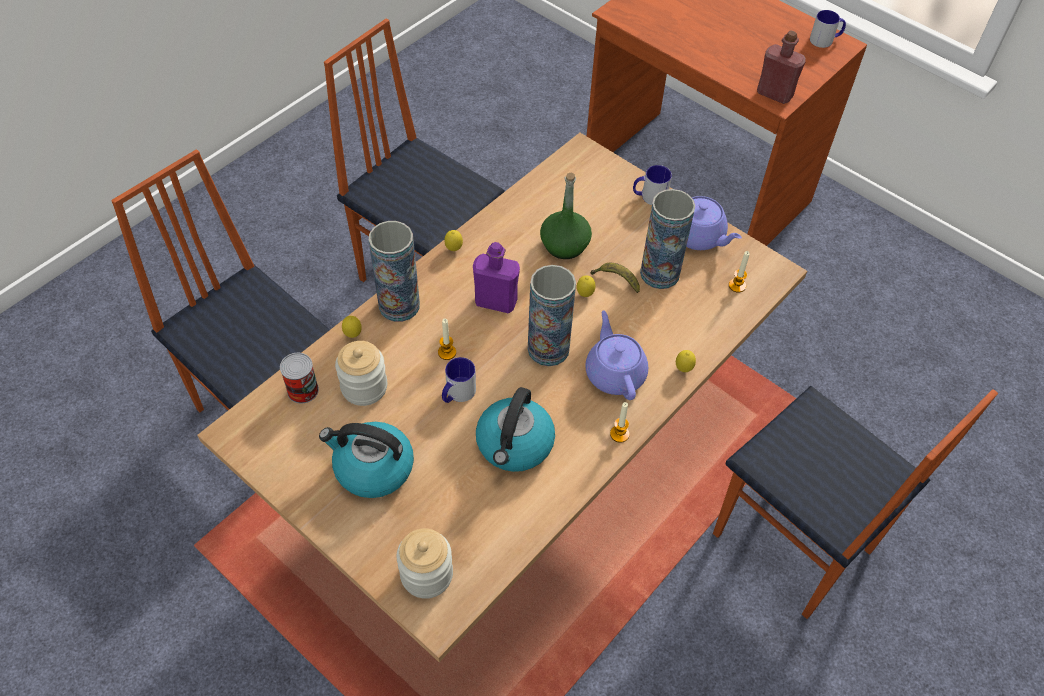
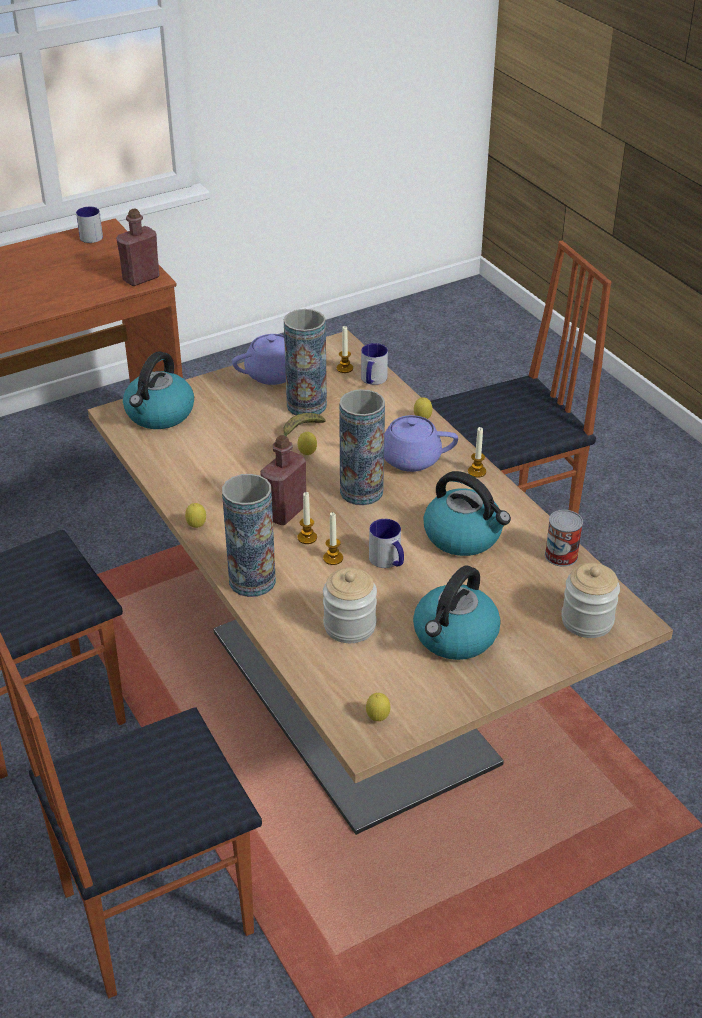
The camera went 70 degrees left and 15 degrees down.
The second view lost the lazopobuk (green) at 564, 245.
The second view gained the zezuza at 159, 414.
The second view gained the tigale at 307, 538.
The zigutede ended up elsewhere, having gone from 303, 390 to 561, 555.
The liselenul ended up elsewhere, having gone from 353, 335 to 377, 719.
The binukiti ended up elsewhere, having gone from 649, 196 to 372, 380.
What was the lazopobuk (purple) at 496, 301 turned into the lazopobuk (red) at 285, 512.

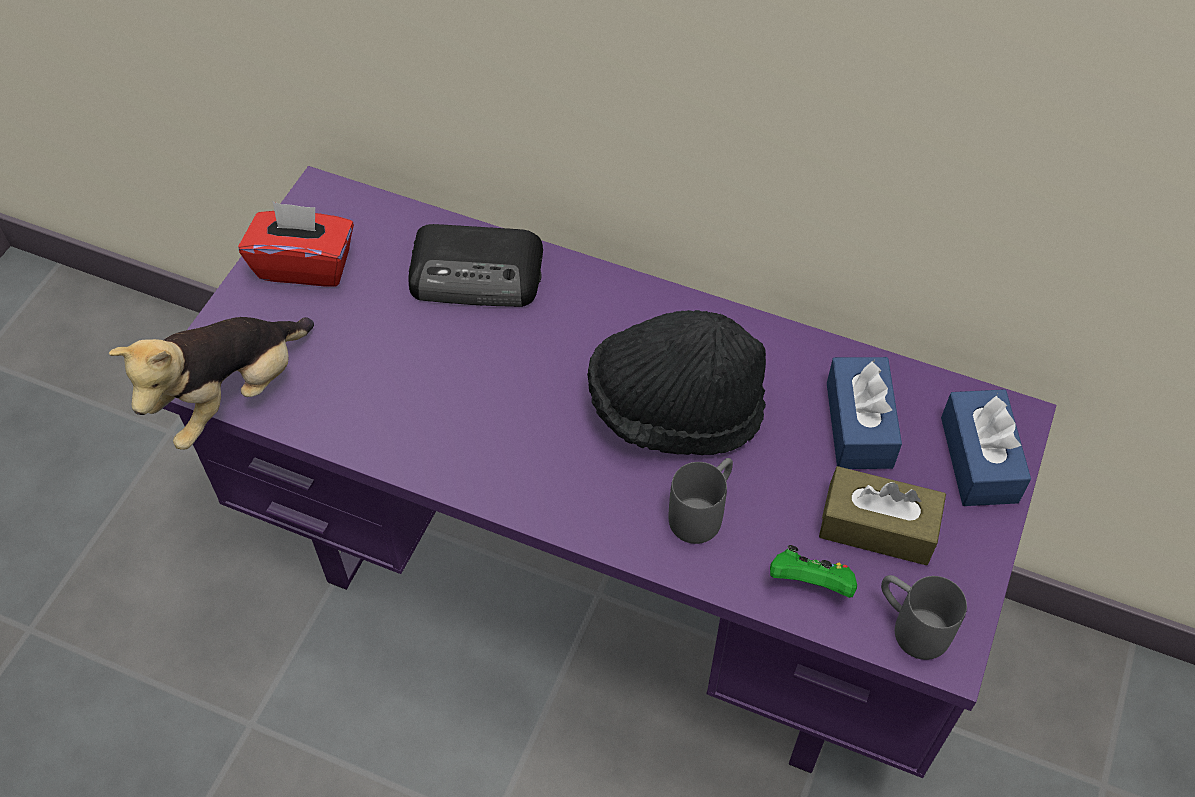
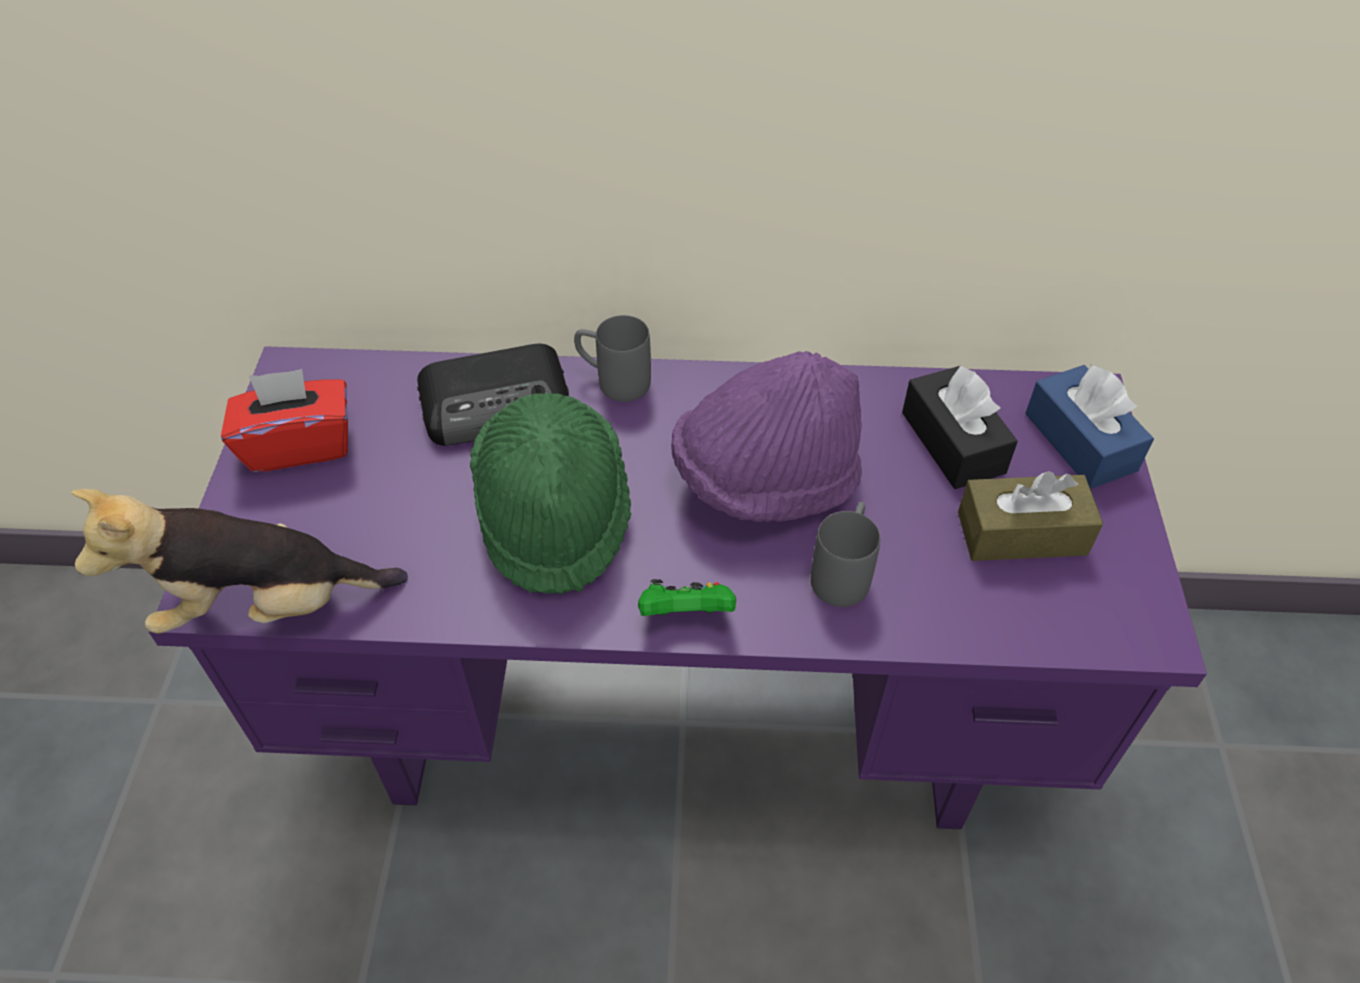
The camera went 20 degrees left and 5 degrees down.
The second view gained the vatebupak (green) at 553, 515.
The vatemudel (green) ended up elsewhere, having gone from 810, 583 to 686, 614.
The binukiti (grey) ended up elsewhere, having gone from 910, 626 to 613, 380.
What was the vatebupak (black) at 674, 410 turned into the vatebupak (purple) at 765, 479.
What was the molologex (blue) at 859, 425 turned into the molologex (black) at 953, 442.
The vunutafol at 232, 397 ended up facing another way, 60 degrees clockwise from before.

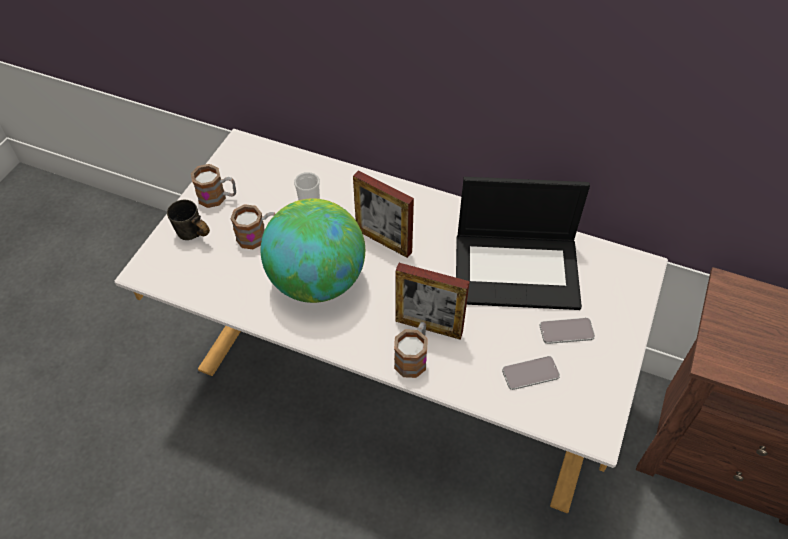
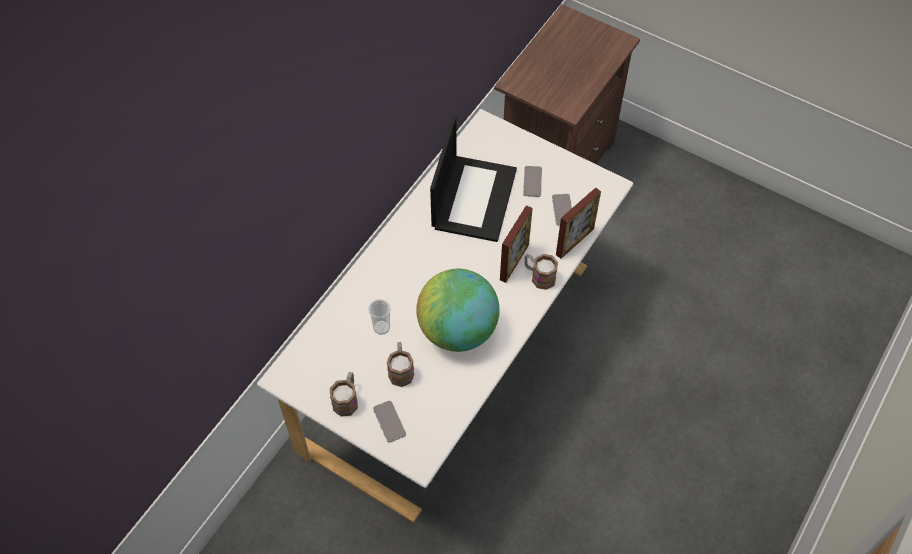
The camera went 80 degrees left and 5 degrees up.
The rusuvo ended up elsewhere, having gone from 383, 241 to 575, 241.
Where the binukiti (grey) stood at 192, 236, the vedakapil came to stand at 389, 421.

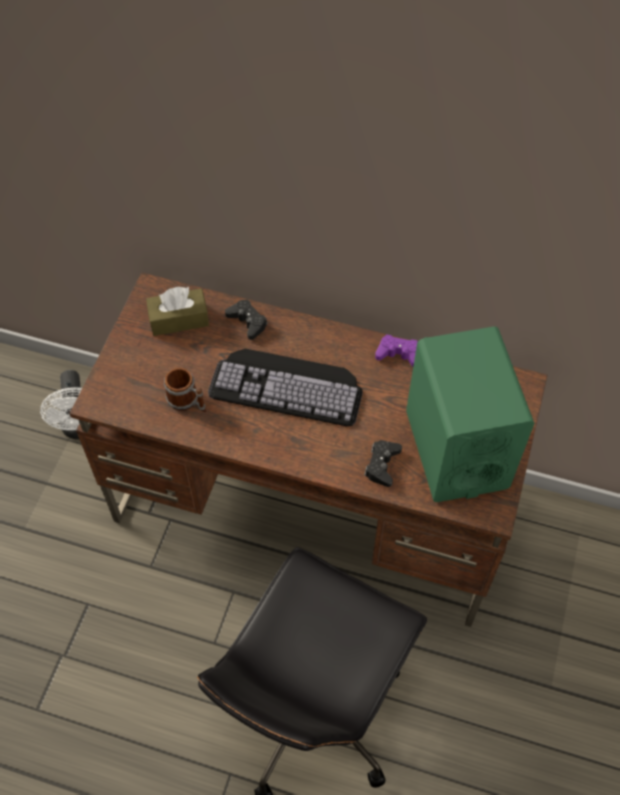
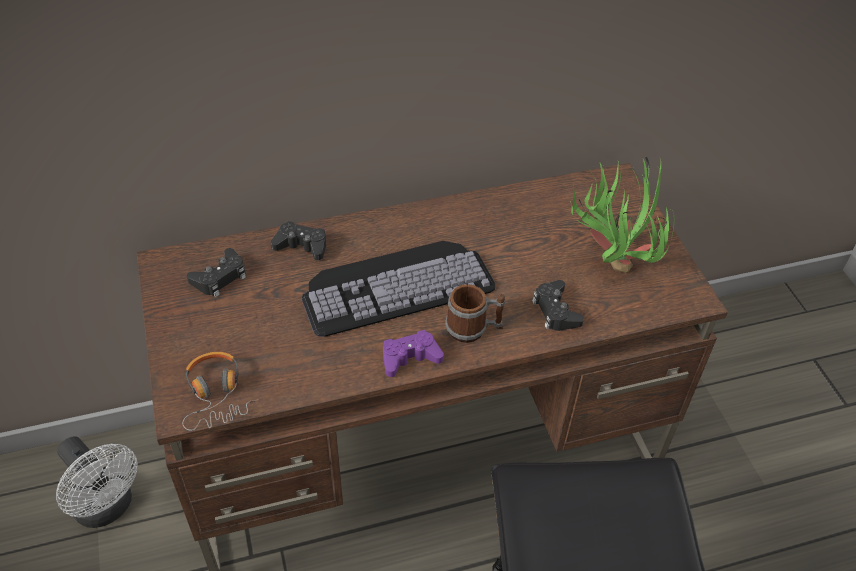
The camera went 35 degrees left and 10 degrees down.
The second view gained the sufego at 217, 395.
The binukiti ended up elsewhere, having gone from 187, 402 to 474, 328.
The vatemudel (purple) ended up elsewhere, having gone from 398, 354 to 410, 358.
Where the molologex (brown) stood at 179, 319, the vatemudel (black) came to stand at 220, 277.
Where the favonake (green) stood at 456, 449, the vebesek came to stand at 610, 261.

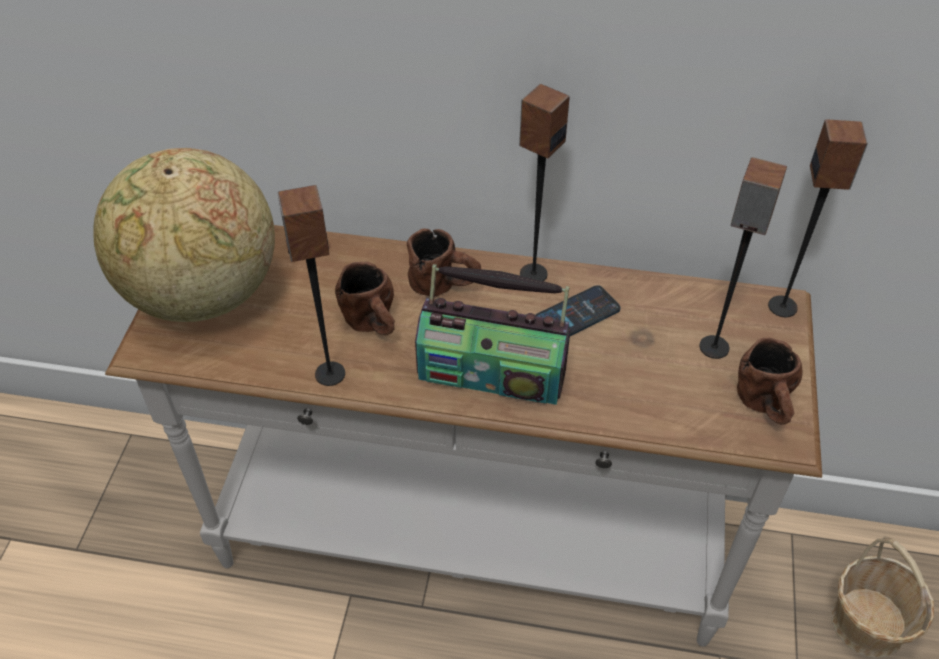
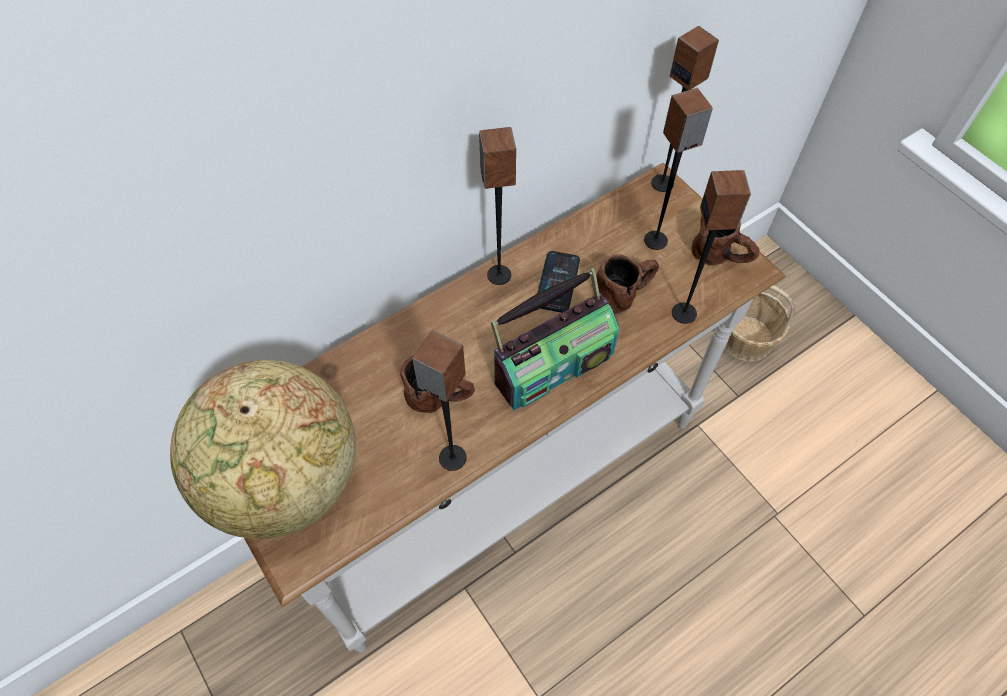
The camera went 45 degrees left and 10 degrees up.
The second view gained the favonake at 684, 313.
The binukiti (brown) ended up elsewhere, having gone from 445, 285 to 625, 294.

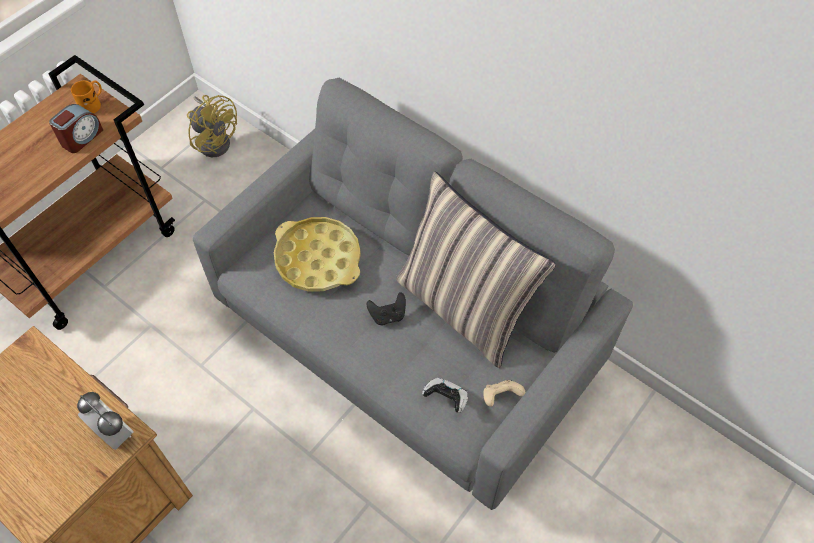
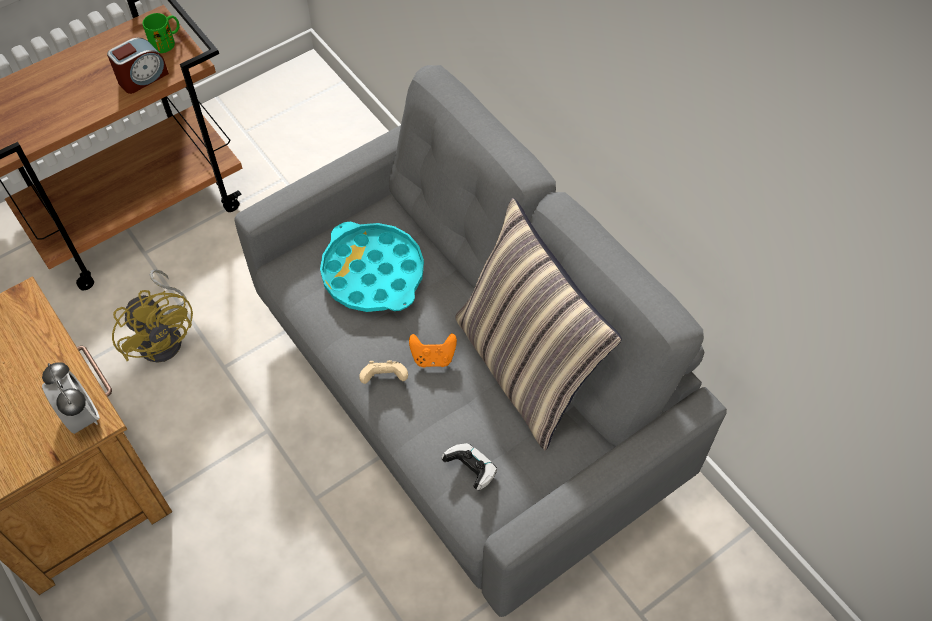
The camera went 15 degrees right and 0 degrees up.
The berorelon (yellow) ended up elsewhere, having gone from 215, 140 to 165, 336.
The vatemudel (beige) ended up elsewhere, having gone from 500, 397 to 384, 379.
What was the binukiti (orange) at 93, 103 turned into the binukiti (green) at 167, 41.
What was the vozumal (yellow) at 318, 259 turned into the vozumal (turquoise) at 373, 273.
What was the vatemudel (black) at 388, 315 turned into the vatemudel (orange) at 433, 357.

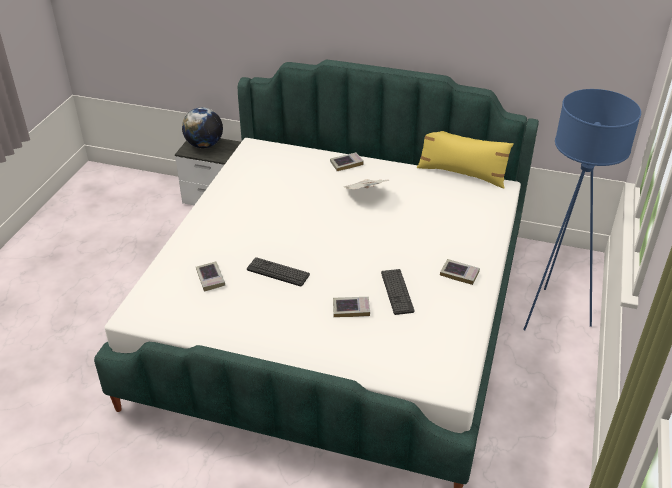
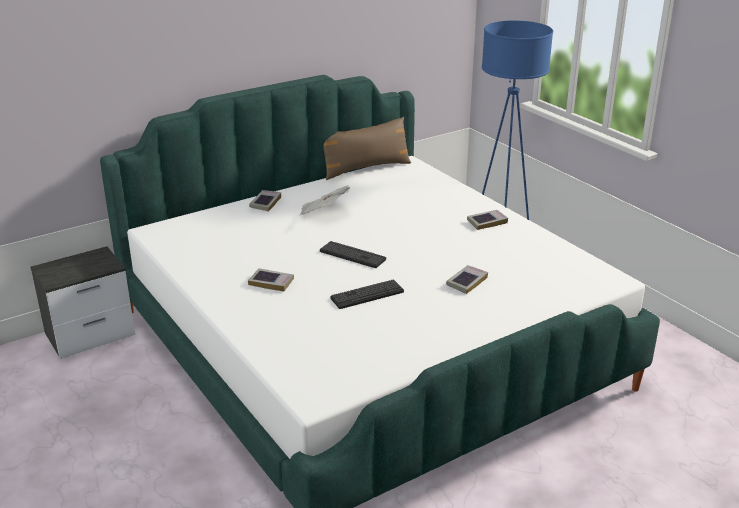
The camera went 50 degrees left and 10 degrees down.
The second view lost the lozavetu at 204, 145.
The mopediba ended up elsewhere, having gone from 210, 278 to 271, 282.
The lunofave ended up elsewhere, having gone from 397, 292 to 352, 255.
What was the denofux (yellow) at 462, 174 turned into the denofux (brown) at 366, 168.

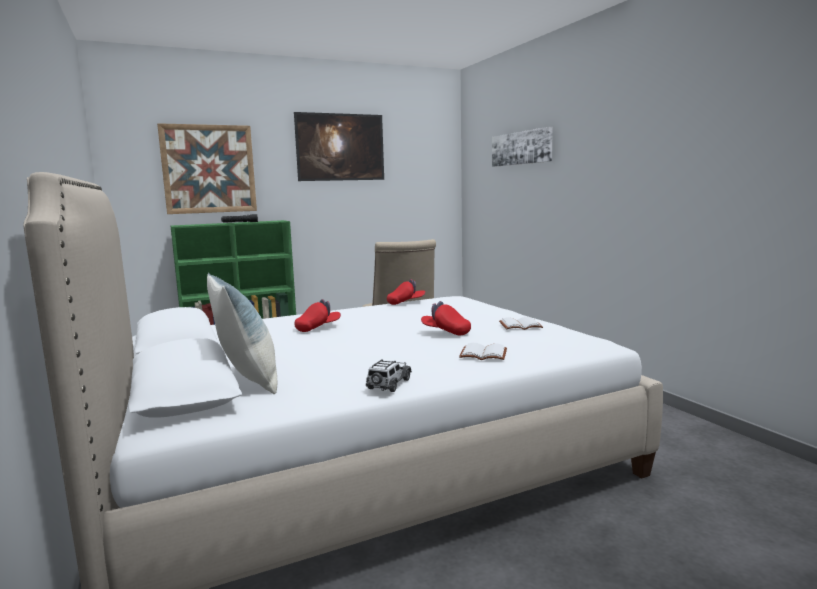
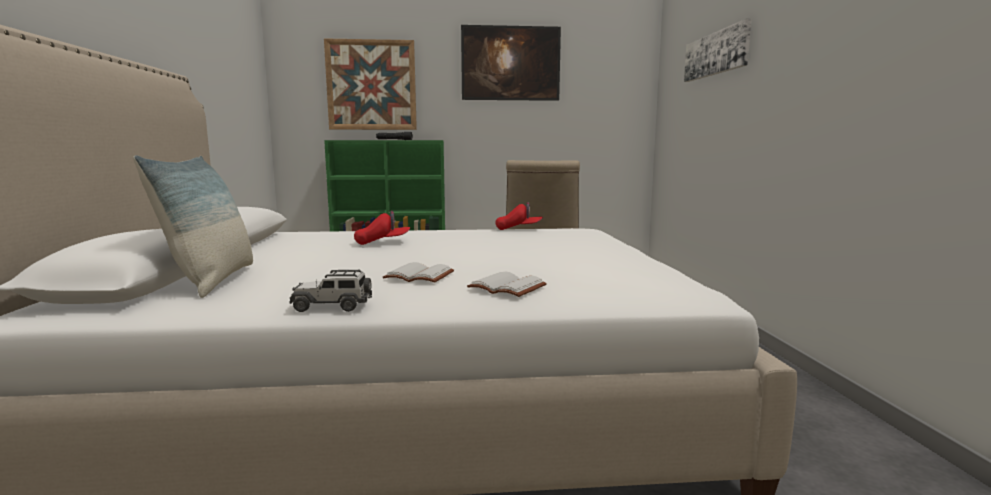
The camera went 20 degrees right and 0 degrees up.
The second view lost the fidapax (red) at 446, 332.
The mopediba (white) ended up elsewhere, having gone from 520, 325 to 421, 275.
The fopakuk at 388, 385 ended up facing another way, 135 degrees counterclockwise from before.

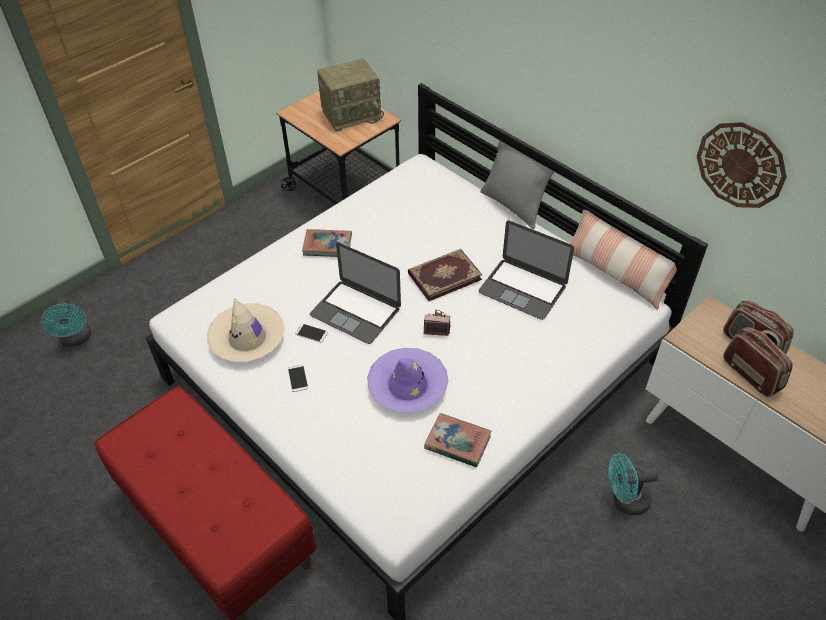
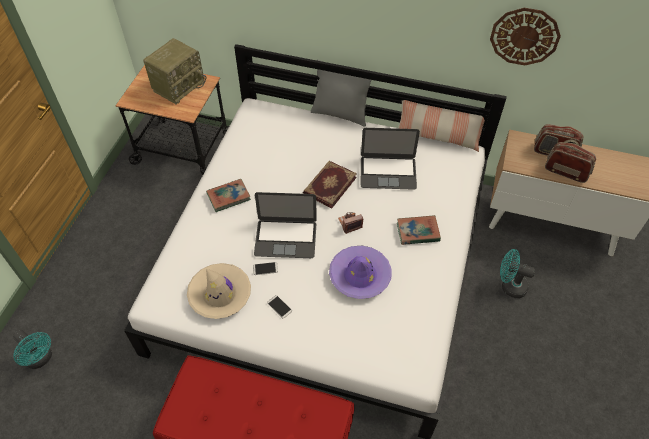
The camera went 30 degrees left and 5 degrees up.
The mopediba ended up elsewhere, having gone from 457, 442 to 417, 232.
The berorelon (turquoise) at 625, 500 ended up facing another way, 60 degrees clockwise from before.

